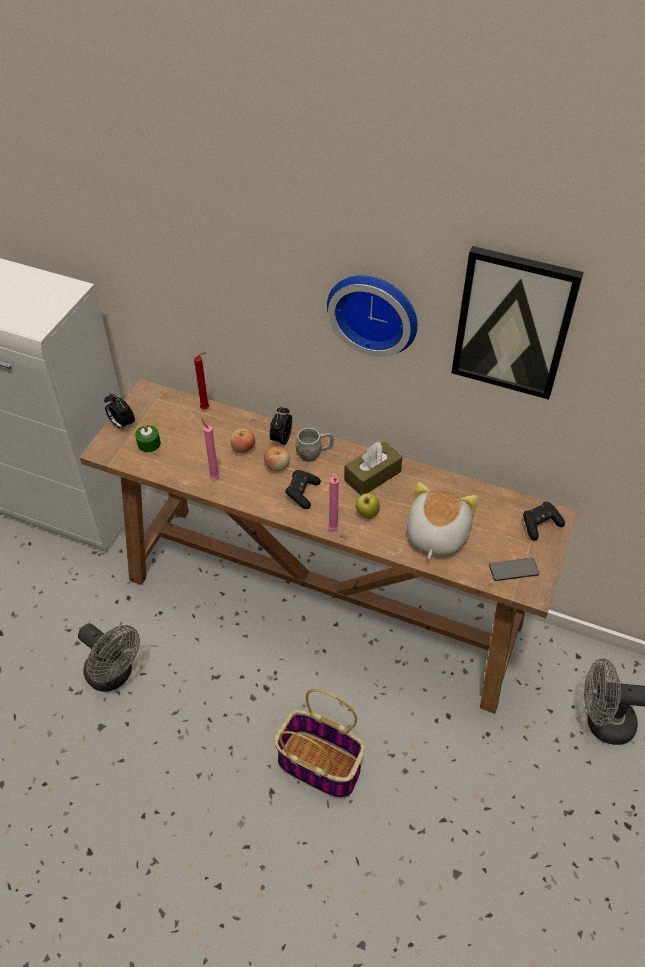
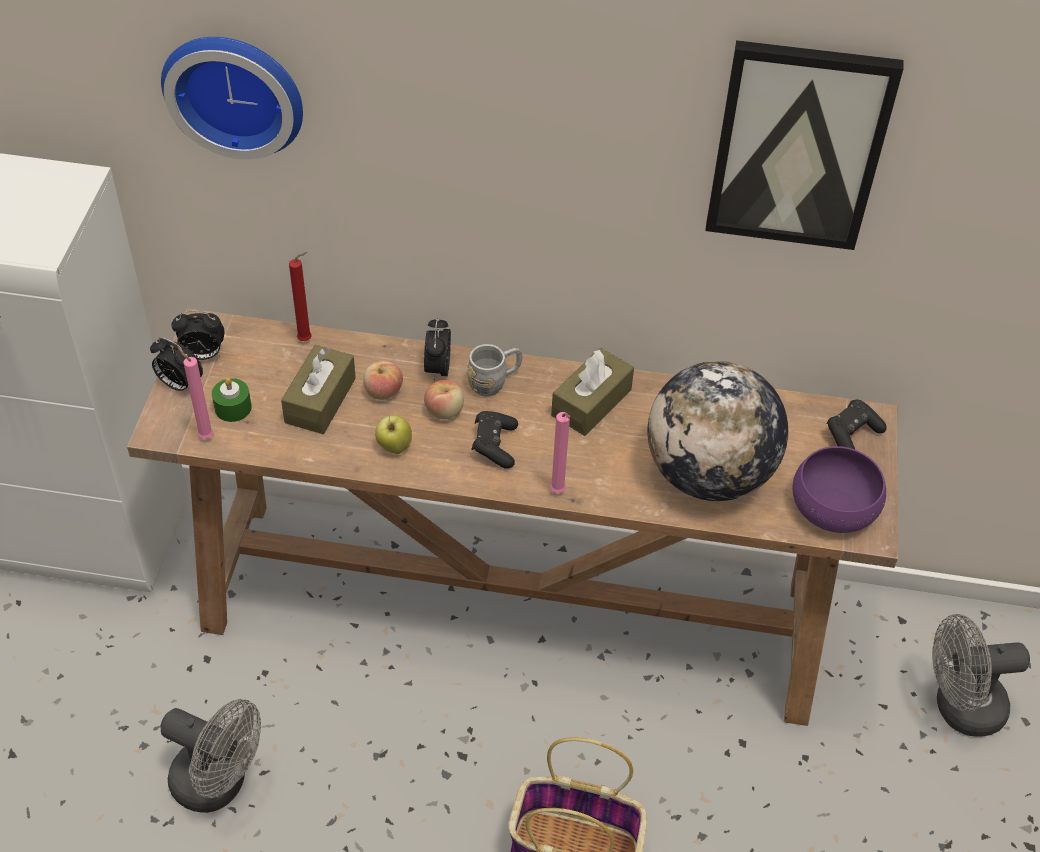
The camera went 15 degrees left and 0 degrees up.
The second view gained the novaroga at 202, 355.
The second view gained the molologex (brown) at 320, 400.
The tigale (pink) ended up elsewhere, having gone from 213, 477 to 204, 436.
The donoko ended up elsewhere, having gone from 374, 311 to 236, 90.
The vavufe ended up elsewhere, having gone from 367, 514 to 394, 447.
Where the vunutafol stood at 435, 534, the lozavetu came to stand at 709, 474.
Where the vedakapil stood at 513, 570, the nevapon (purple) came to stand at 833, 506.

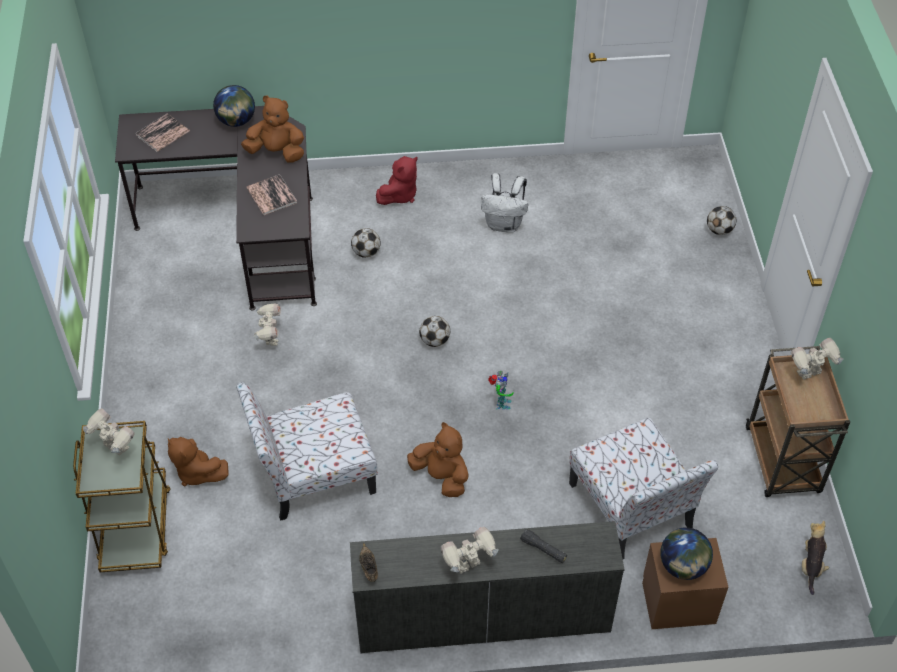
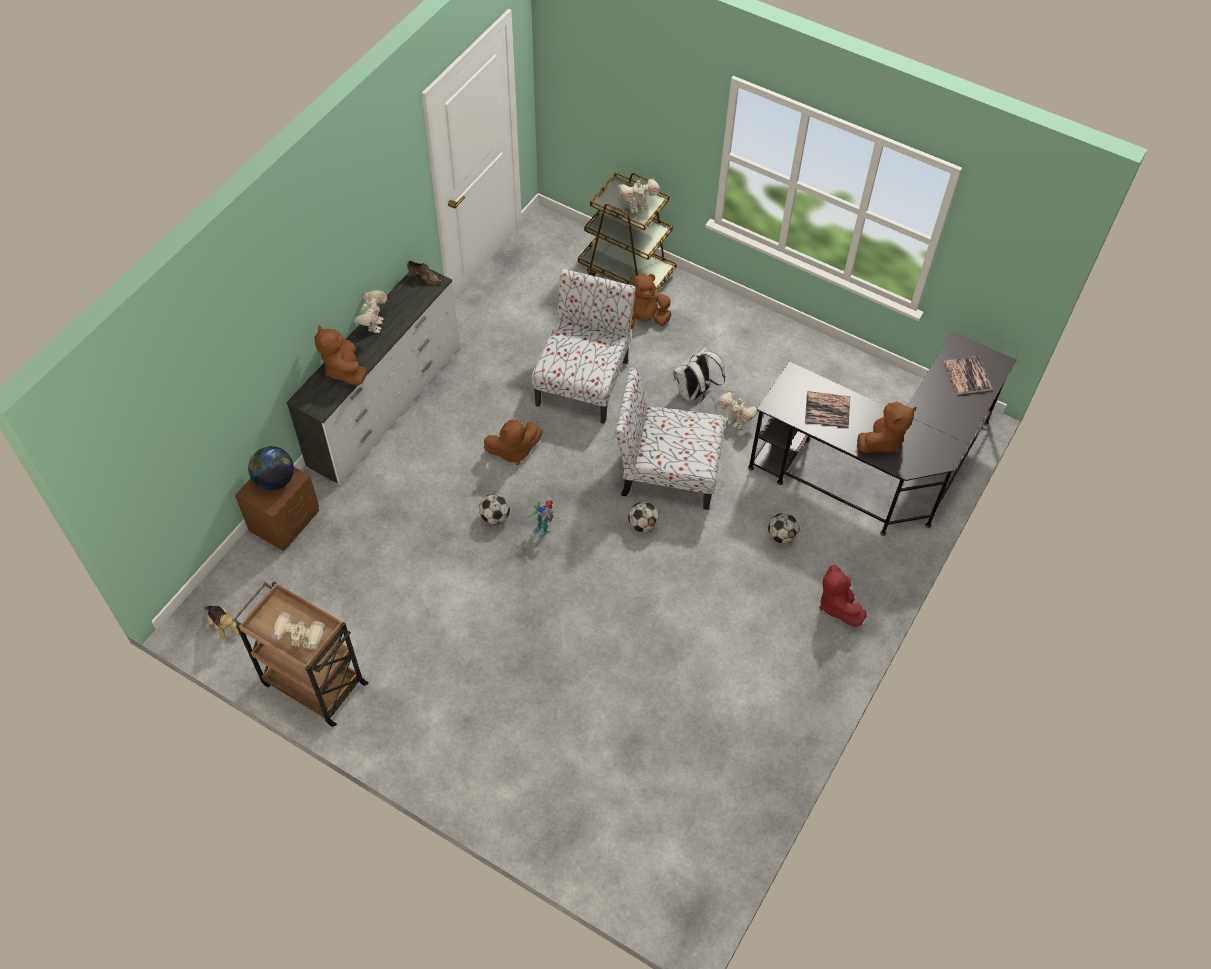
The camera went 125 degrees right and 5 degrees up.
The second view lost the lozavetu at 236, 121.
The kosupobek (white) ended up elsewhere, having gone from 504, 224 to 694, 393.
The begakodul ended up elsewhere, having gone from 632, 508 to 667, 471.
The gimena ended up elsewhere, having gone from 719, 230 to 495, 517.
Where the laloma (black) stood at 543, 549, the vunutafol (brown) came to stand at 344, 369.
The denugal at 810, 374 ended up facing another way, 90 degrees counterclockwise from before.

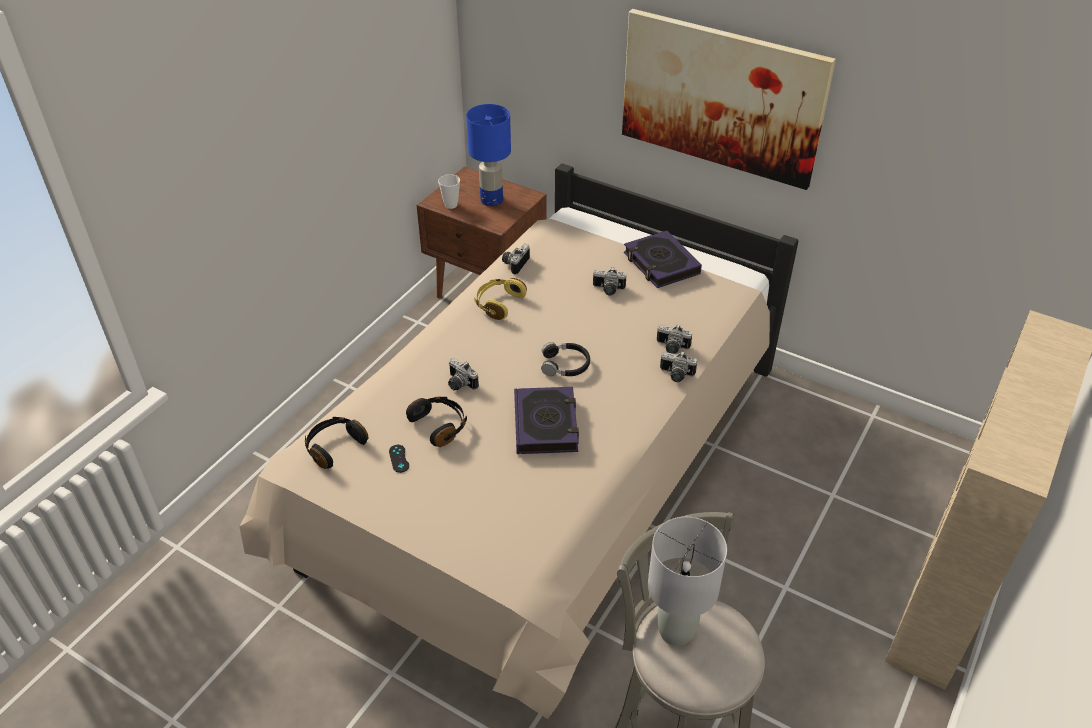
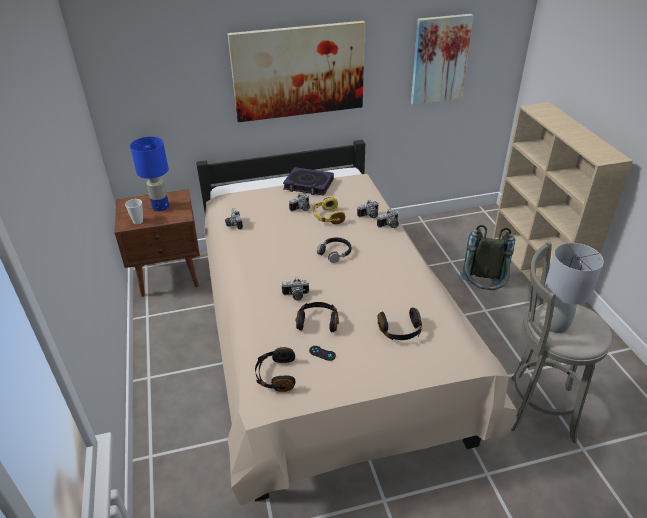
The camera went 45 degrees left and 5 degrees down.
The second view lost the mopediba at 546, 425.
The second view gained the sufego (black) at 400, 331.
The second view gained the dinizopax at 439, 59.
The second view gained the kosupobek (grey) at 483, 290.
The sufego (yellow) ended up elsewhere, having gone from 498, 304 to 327, 217.

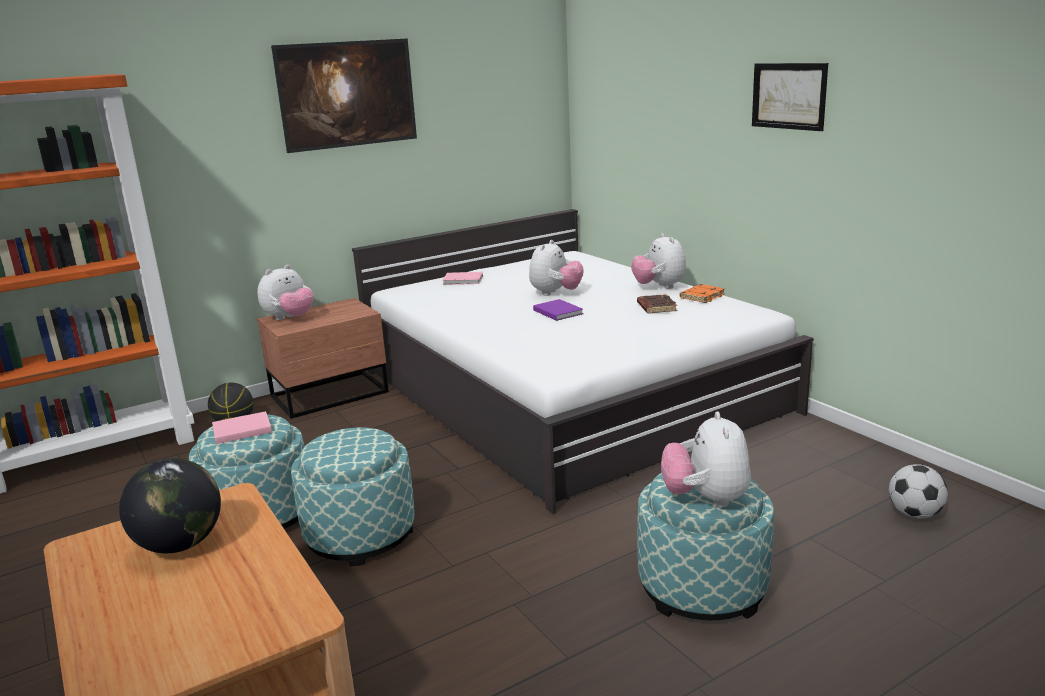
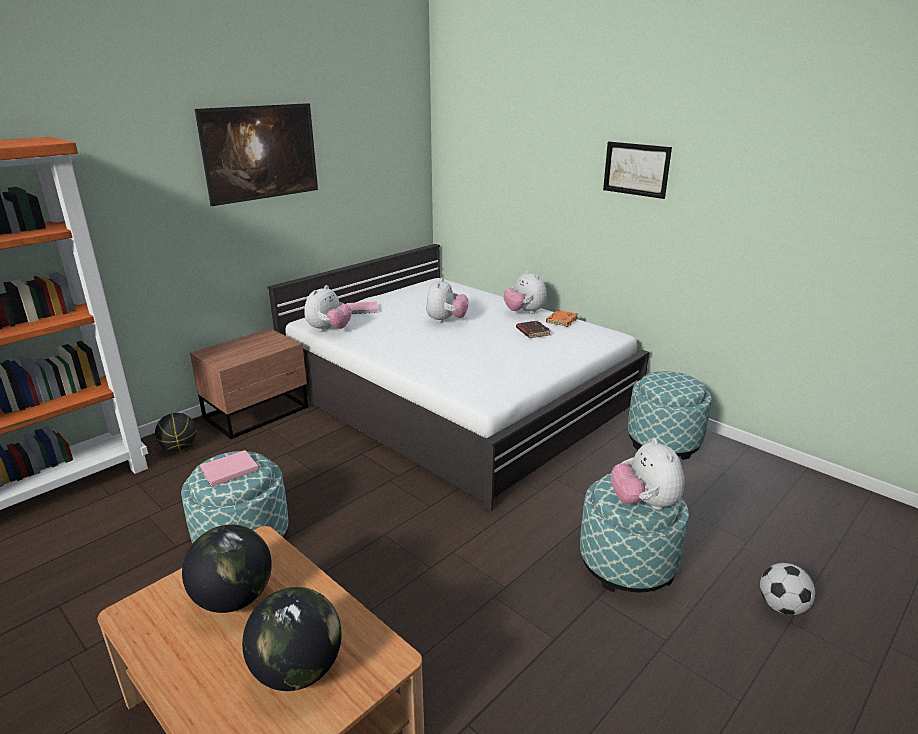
The camera went 15 degrees left and 5 degrees up.
The second view lost the mopediba (purple) at 558, 311.
The second view gained the lozavetu at 298, 671.
The vunutafol ended up elsewhere, having gone from 289, 318 to 329, 330.
The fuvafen ended up elsewhere, having gone from 360, 535 to 663, 441.
The gimena ended up elsewhere, having gone from 914, 514 to 781, 607.

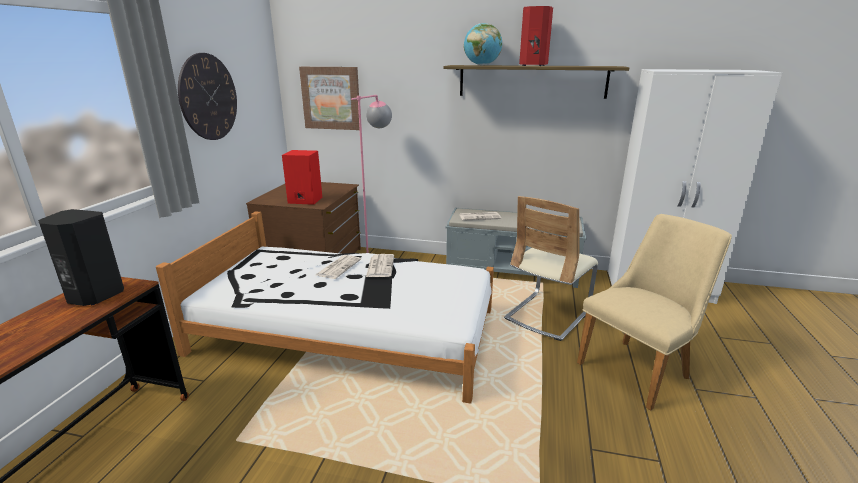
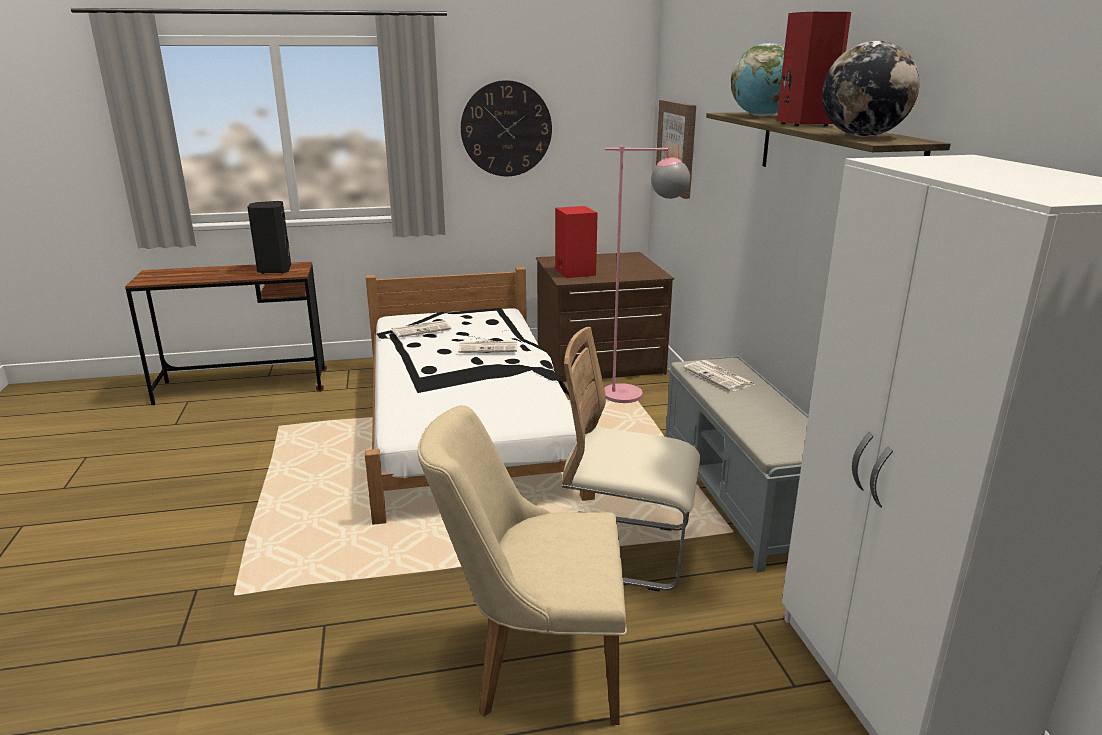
The camera went 65 degrees right and 0 degrees up.
The second view gained the lozavetu at 862, 136.
The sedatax ended up elsewhere, having gone from 380, 266 to 421, 329.
The begakodul (beige) at 640, 368 ended up facing another way, 150 degrees clockwise from before.

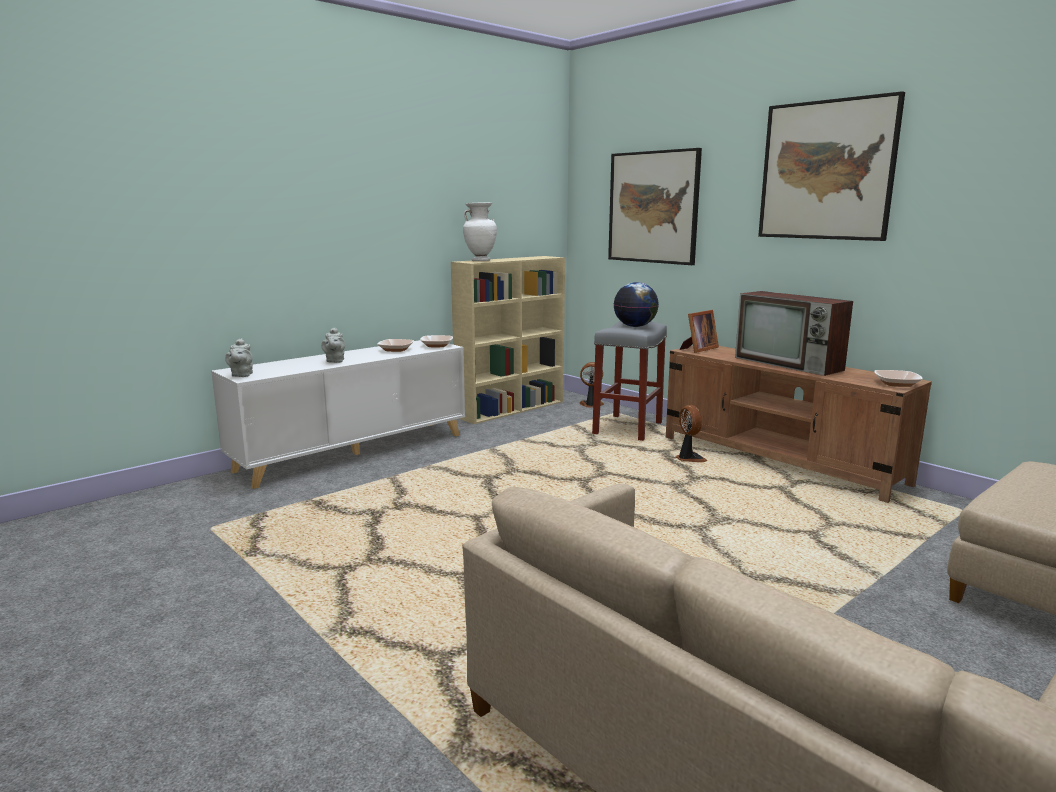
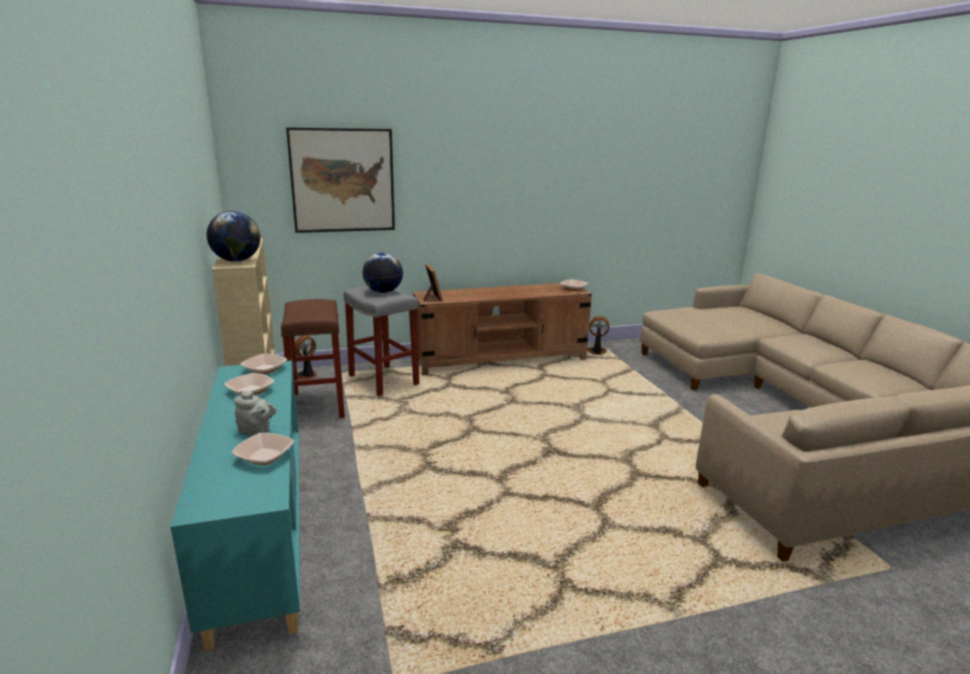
The camera went 65 degrees left and 5 degrees up.
The second view lost the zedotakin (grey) at 241, 375.
The second view lost the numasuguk at 790, 364.
The second view lost the dinizopax at 826, 170.
The second view gained the nevapon at 264, 456.
The second view gained the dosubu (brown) at 318, 405.
The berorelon ended up elsewhere, having gone from 689, 459 to 596, 352.
Where the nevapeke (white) stood at 480, 261, the lozavetu came to stand at 237, 261.
What was the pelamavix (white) at 354, 452 turned into the pelamavix (turquoise) at 260, 530.

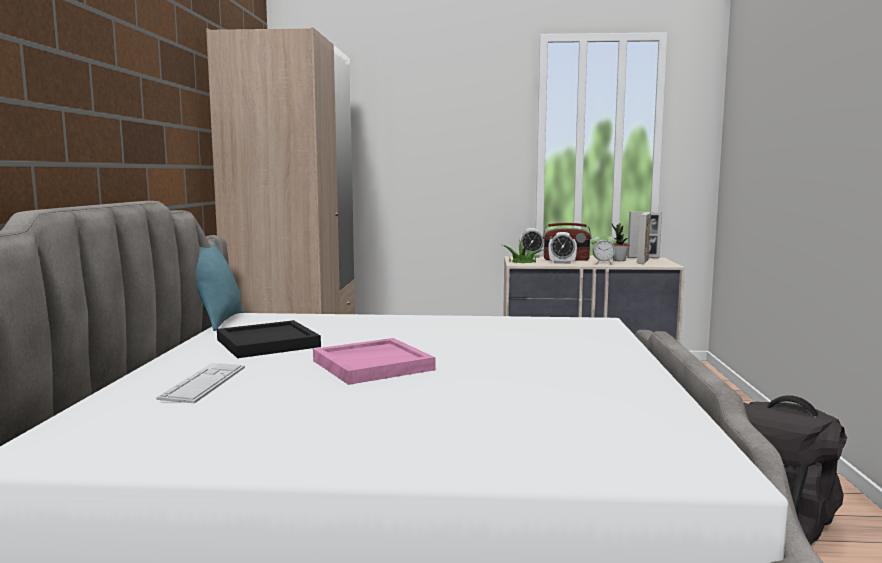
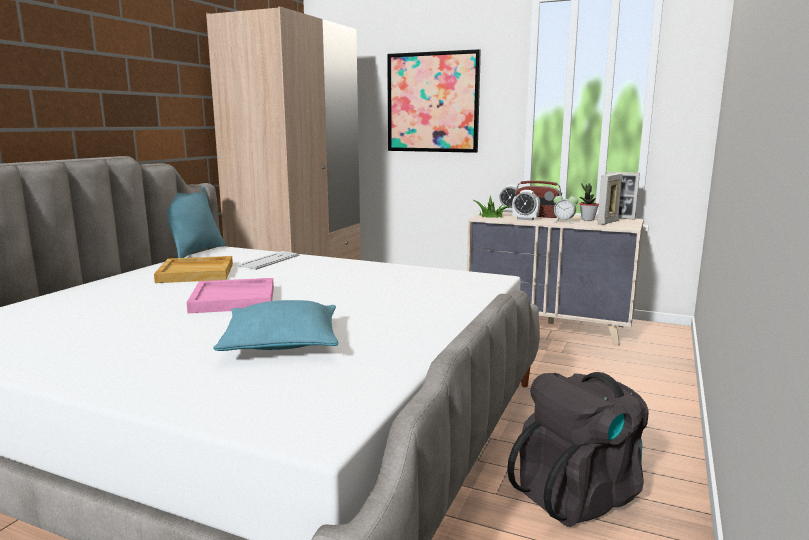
The camera went 20 degrees right and 5 degrees up.
The second view gained the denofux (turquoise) at 281, 342.
The second view gained the dinizopax at 433, 102.
The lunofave ended up elsewhere, having gone from 204, 383 to 270, 261.
What was the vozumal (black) at 268, 343 turned into the vozumal (beige) at 197, 273.

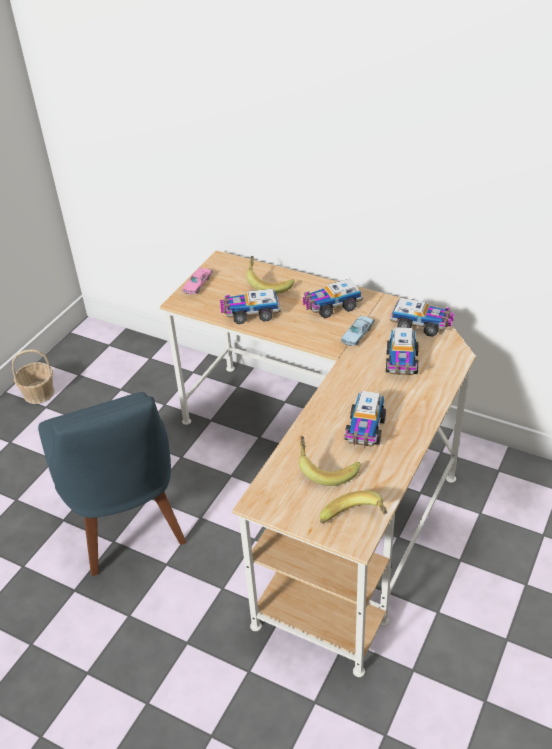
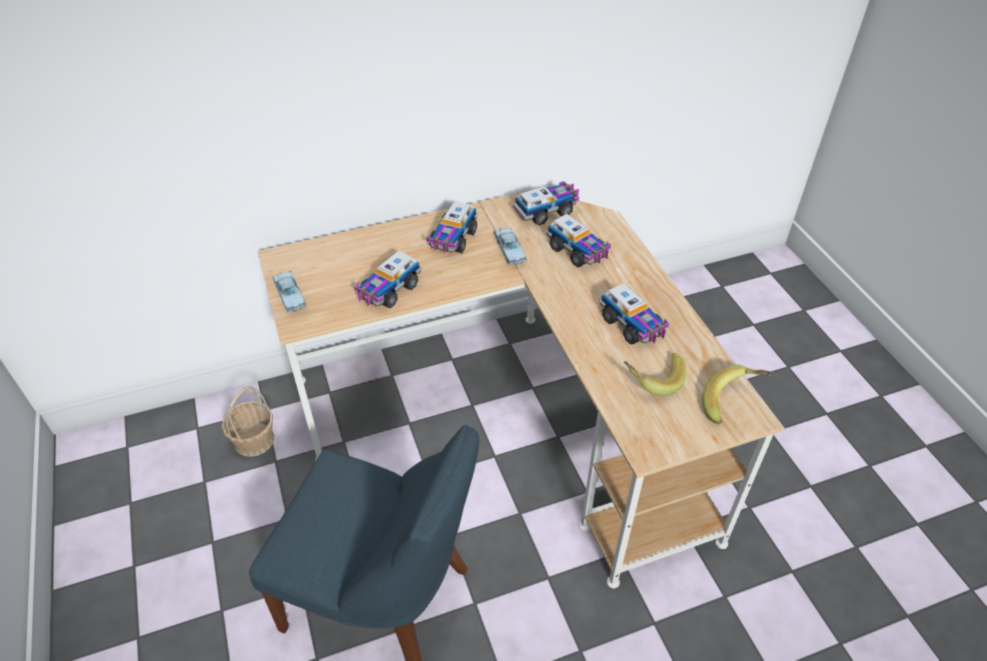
The camera went 50 degrees left and 5 degrees up.
The second view lost the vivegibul at 268, 284.
The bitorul ended up elsewhere, having gone from 38, 393 to 253, 440.
What was the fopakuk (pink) at 197, 284 turned into the fopakuk (blue) at 290, 295.

